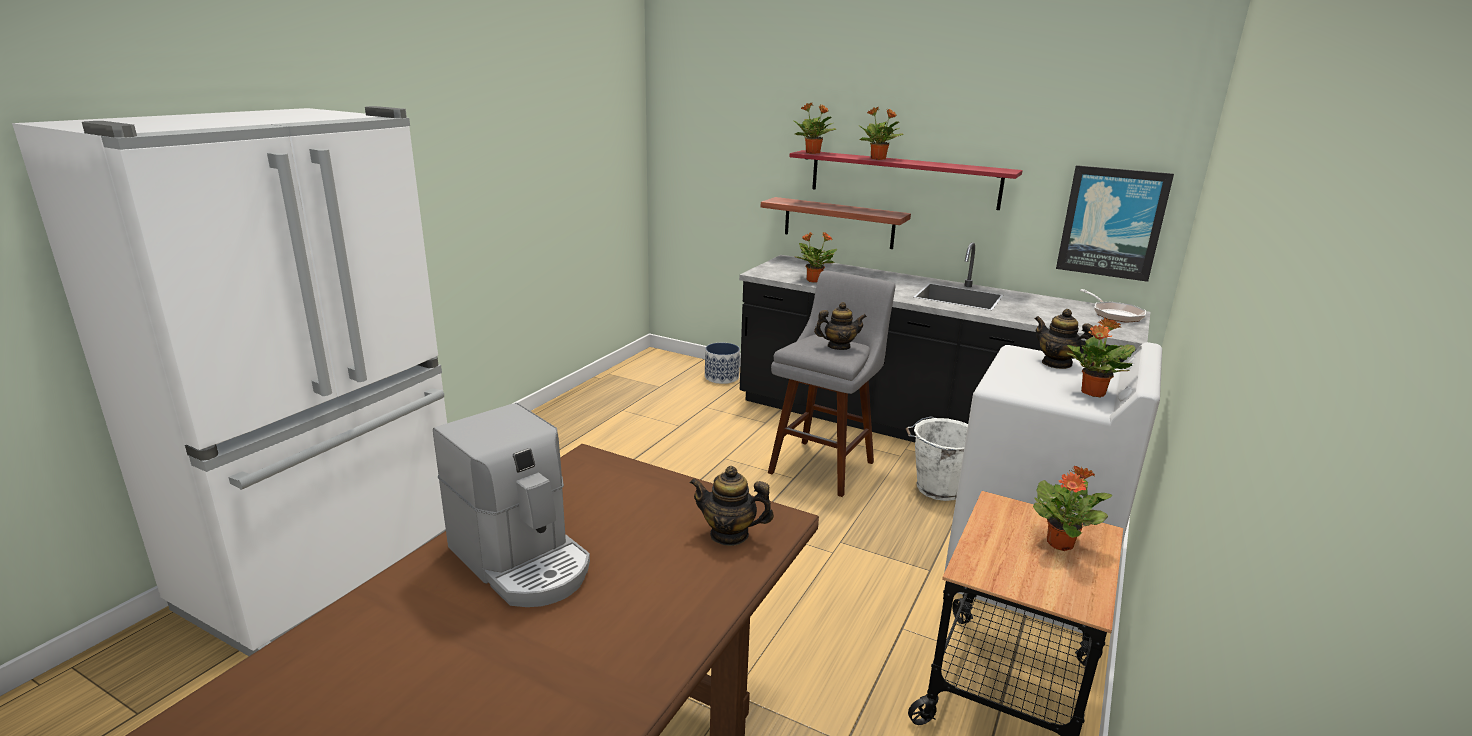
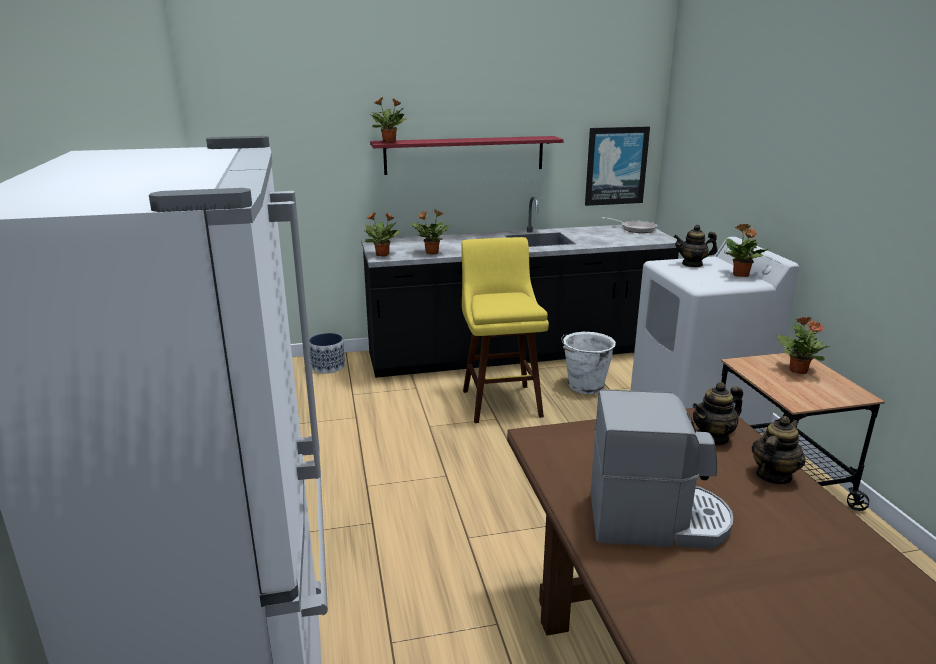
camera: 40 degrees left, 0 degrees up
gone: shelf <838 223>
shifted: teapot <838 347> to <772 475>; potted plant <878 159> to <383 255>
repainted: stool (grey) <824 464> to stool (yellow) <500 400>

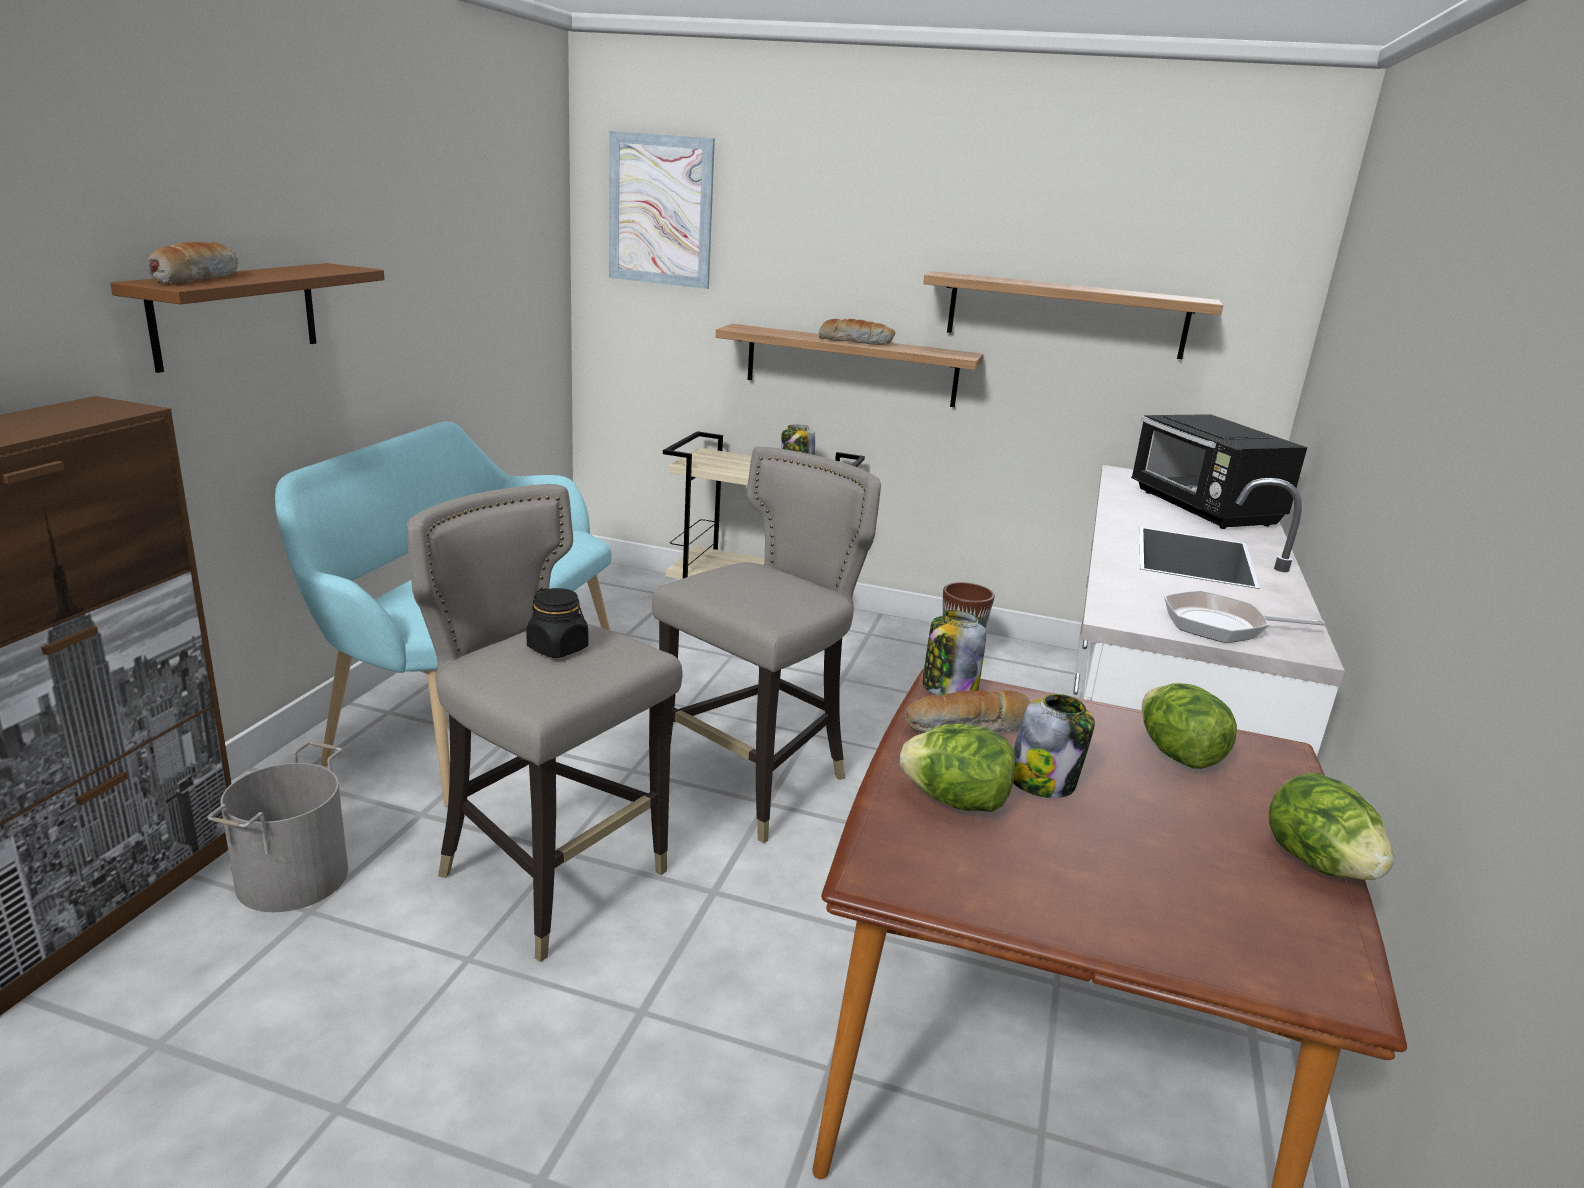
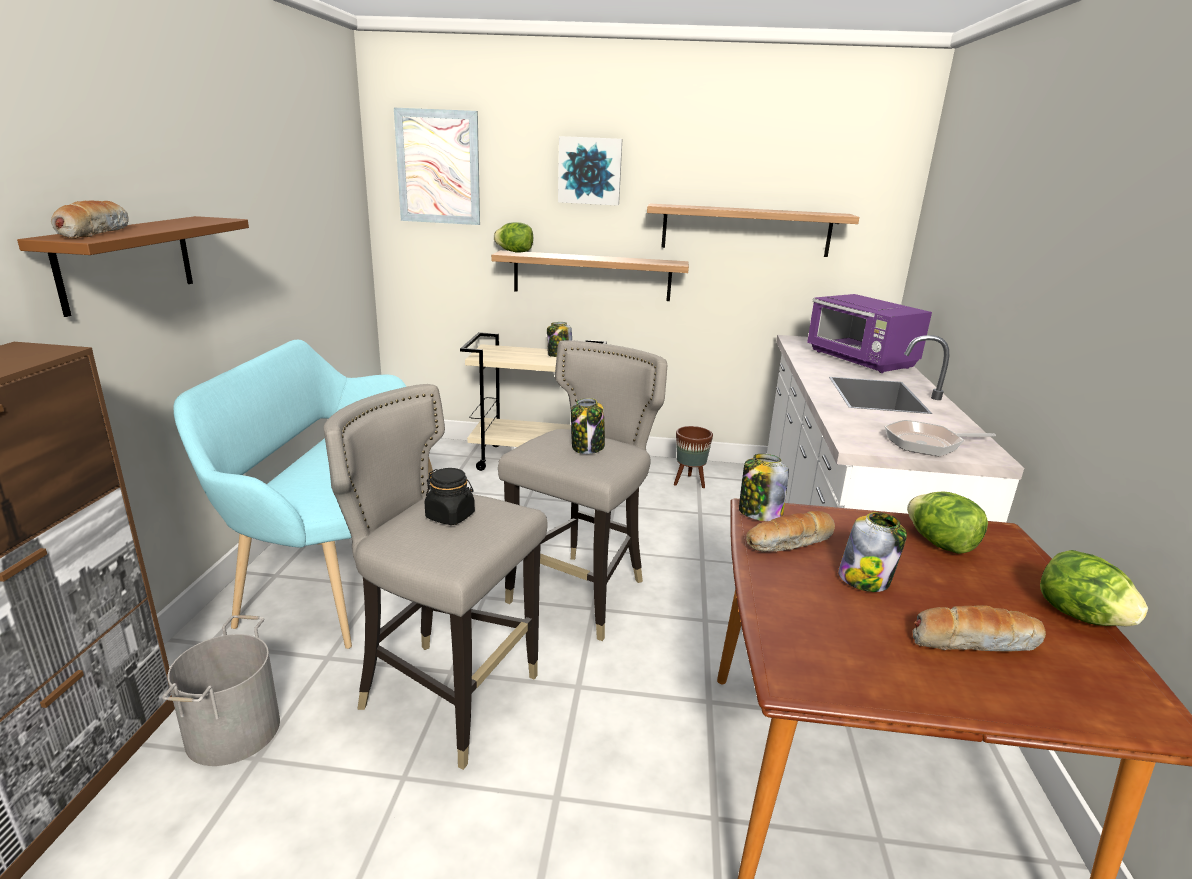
camera: 10 degrees left, 0 degrees up
new: picture <590 171>; jar <587 447>
shifted: bread <856 342> to <973 641>; lettuce <955 802> to <515 252>
repainted: microwave (black) <1203 509> to microwave (purple) <860 360>

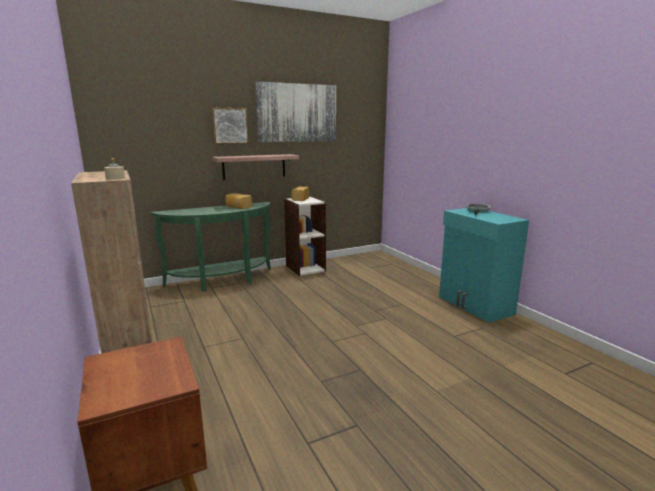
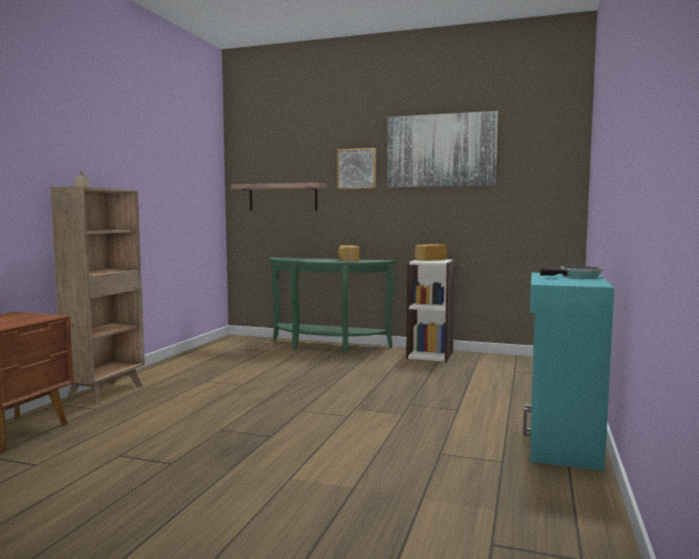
camera: 45 degrees right, 10 degrees down
shifted: shelf <254 166> to <283 197>

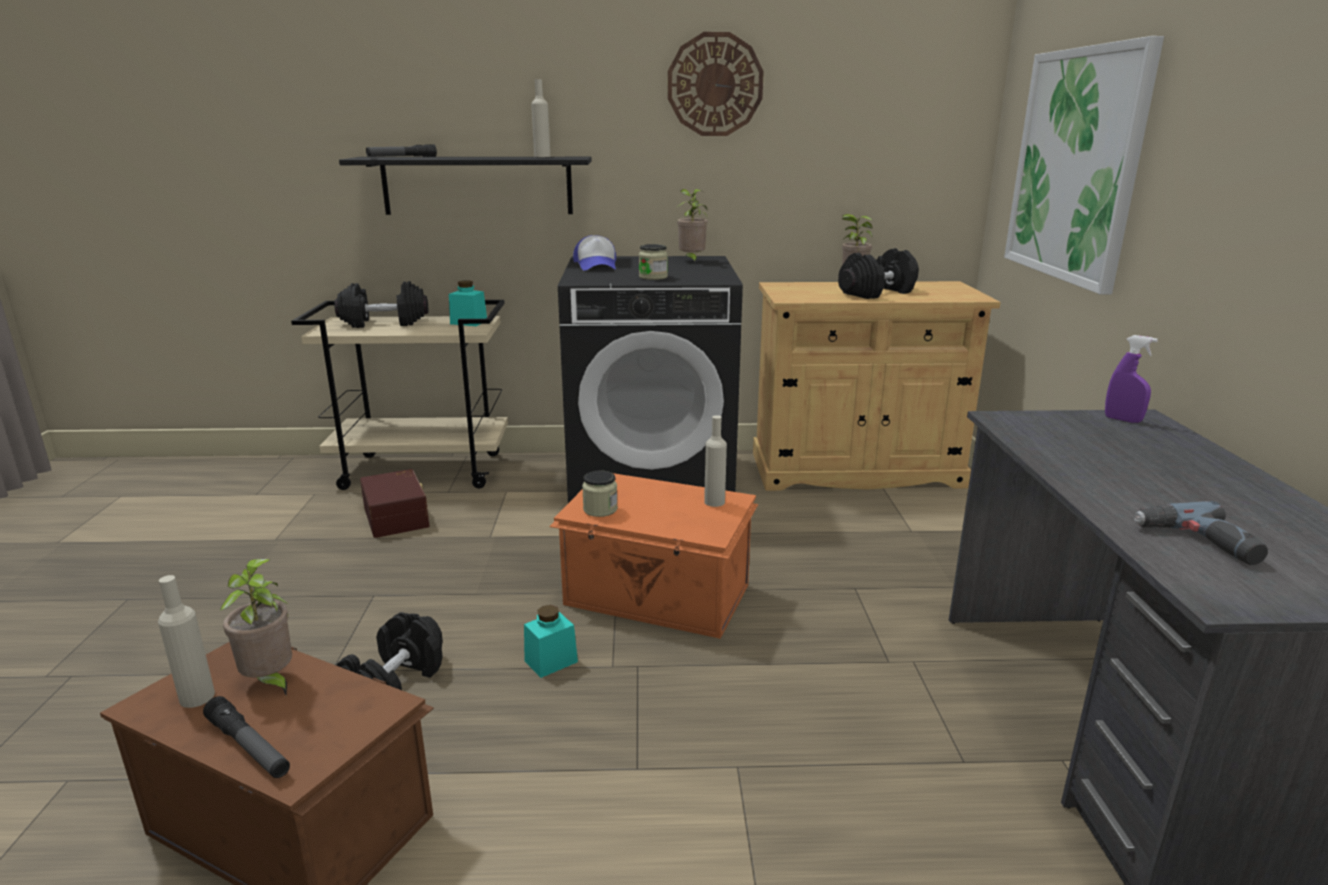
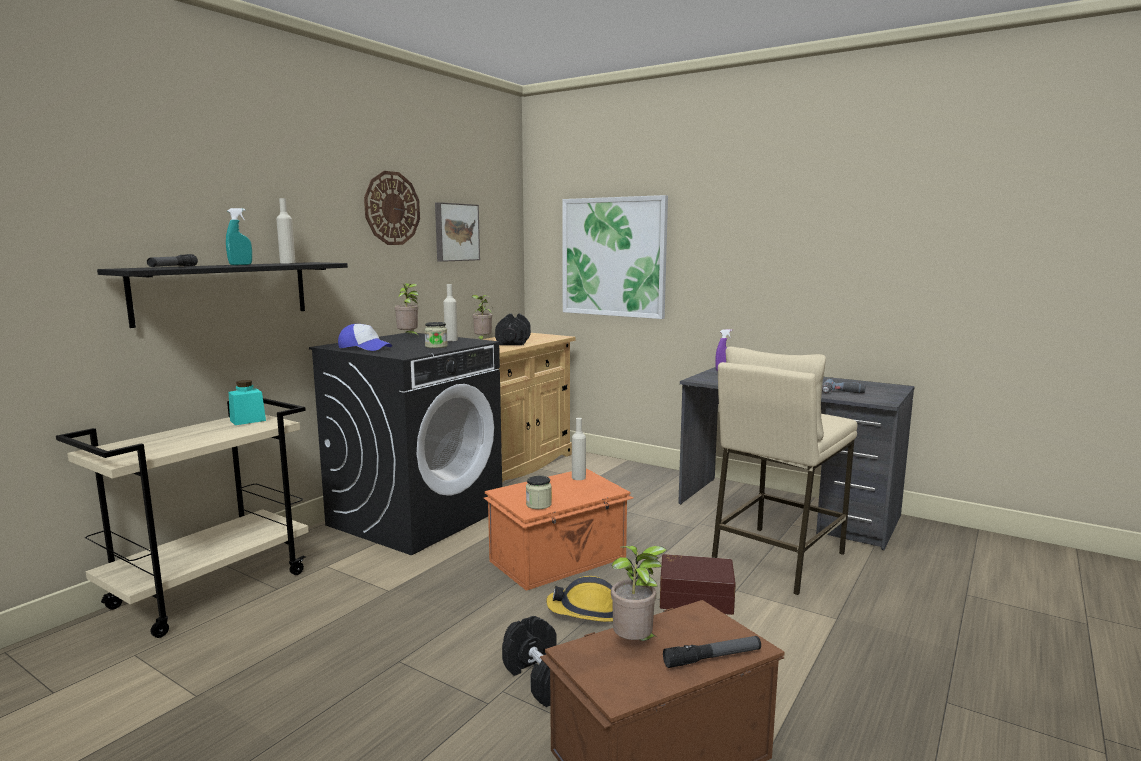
camera: 55 degrees left, 10 degrees down
gone: dumbbell (black) <384 323>
new: spray bottle (turquoise) <240 265>; picture <455 232>; stool (beige) <776 559>
shifted: bottle (beige) <197 697> to <451 340>; storage box (brown) <398 516> to <695 597>
swapped: jar (turquoise) <551 661> to hard hat <585 612>

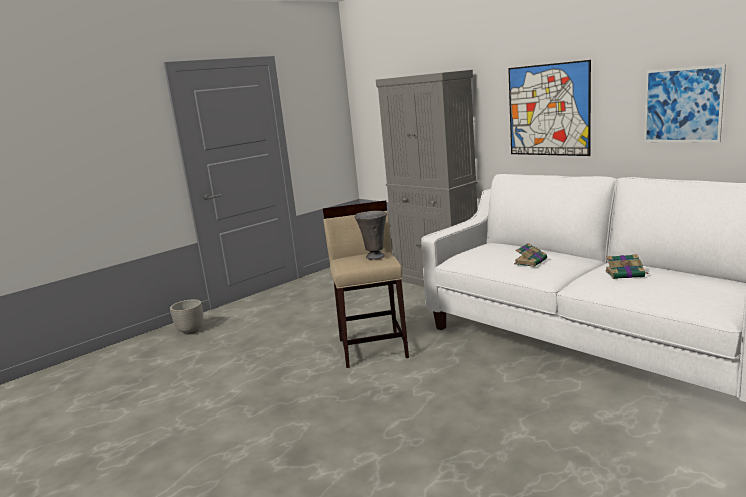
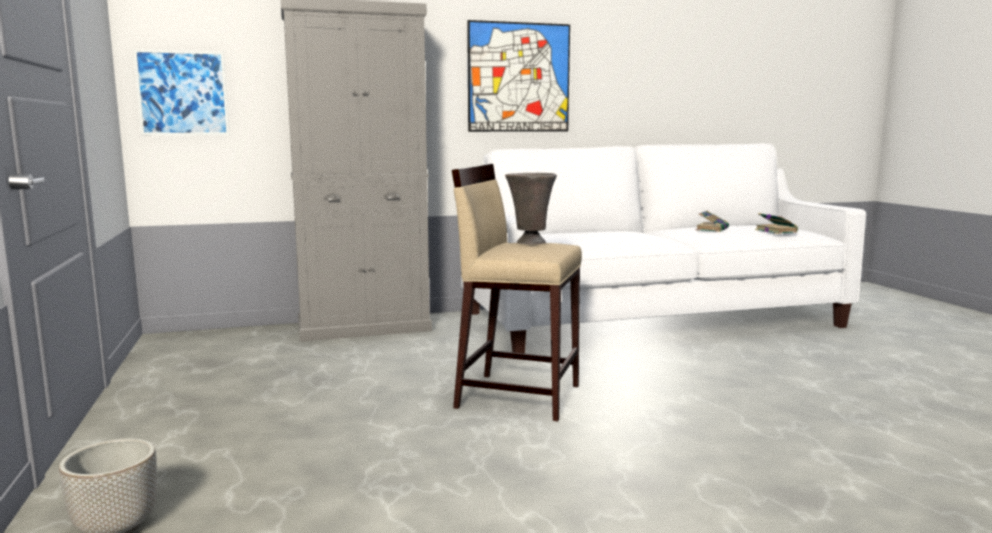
camera: 65 degrees left, 5 degrees down
shifted: book <531 261> to <775 231>; picture <682 105> to <182 93>

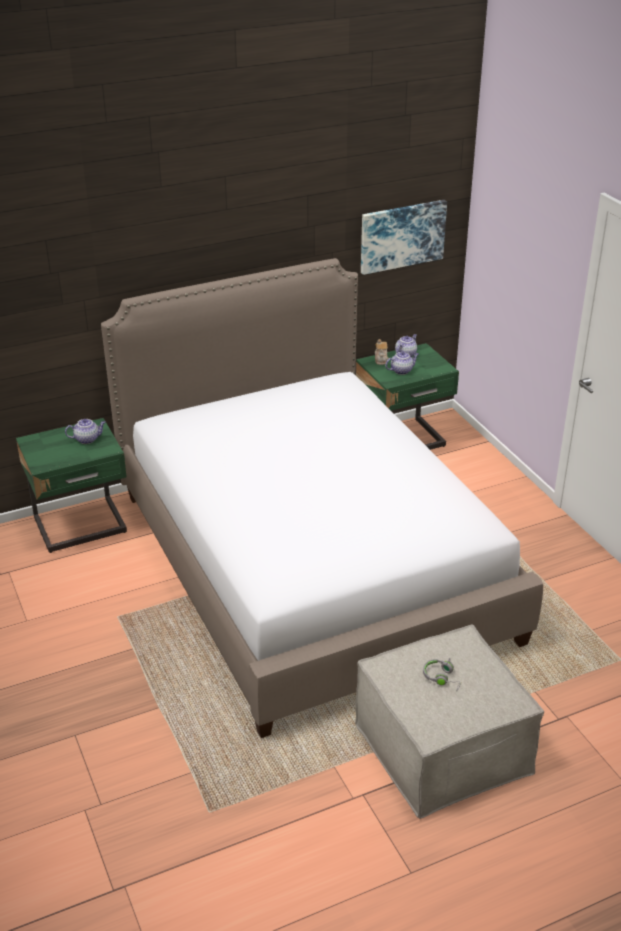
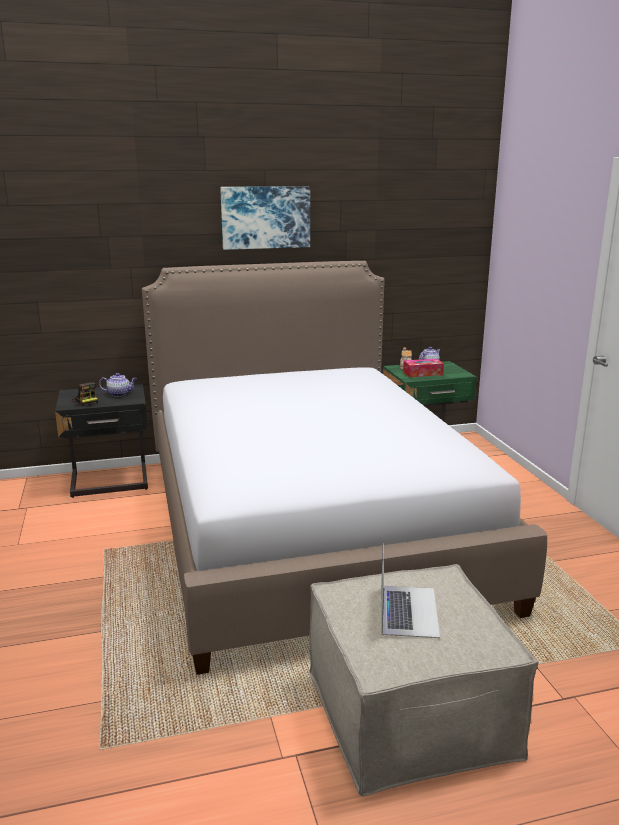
camera: 10 degrees right, 15 degrees down
new: photo camera <85 401>
shifted: picture <402 235> to <265 217>
swapped: teapot <402 370> to tissue box <422 373>; headphones (grey) <442 678> to laptop <408 610>
repainted: nightstand (green) <81 527> to nightstand (black) <110 482>

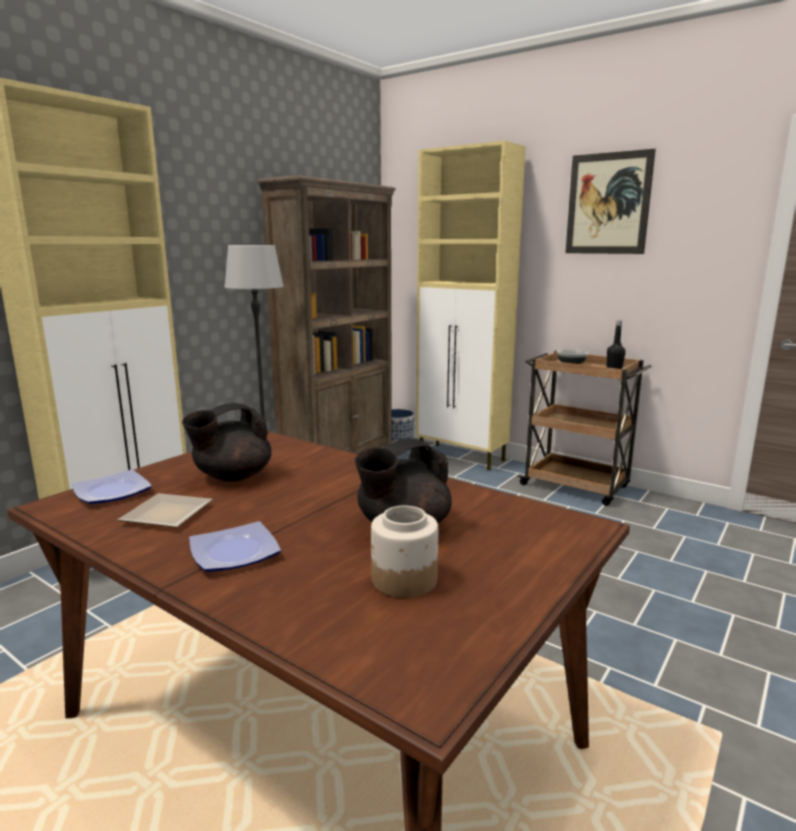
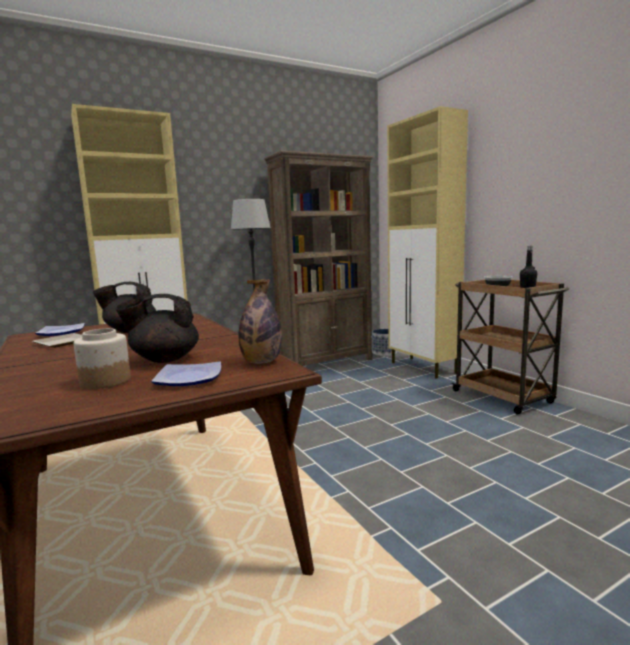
camera: 25 degrees right, 5 degrees down
gone: picture <608 204>
new: bottle <261 362>
shifted: plate <233 552> to <188 378>

